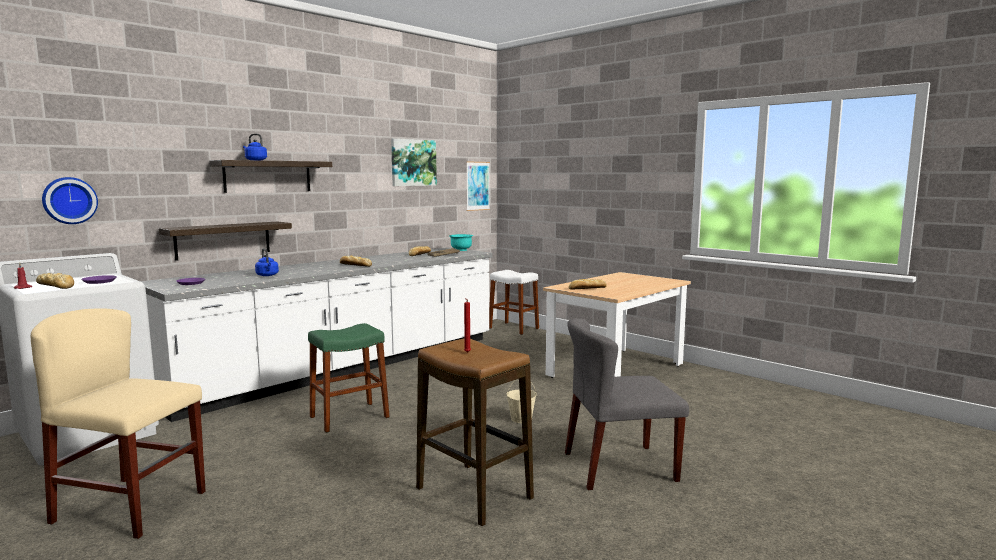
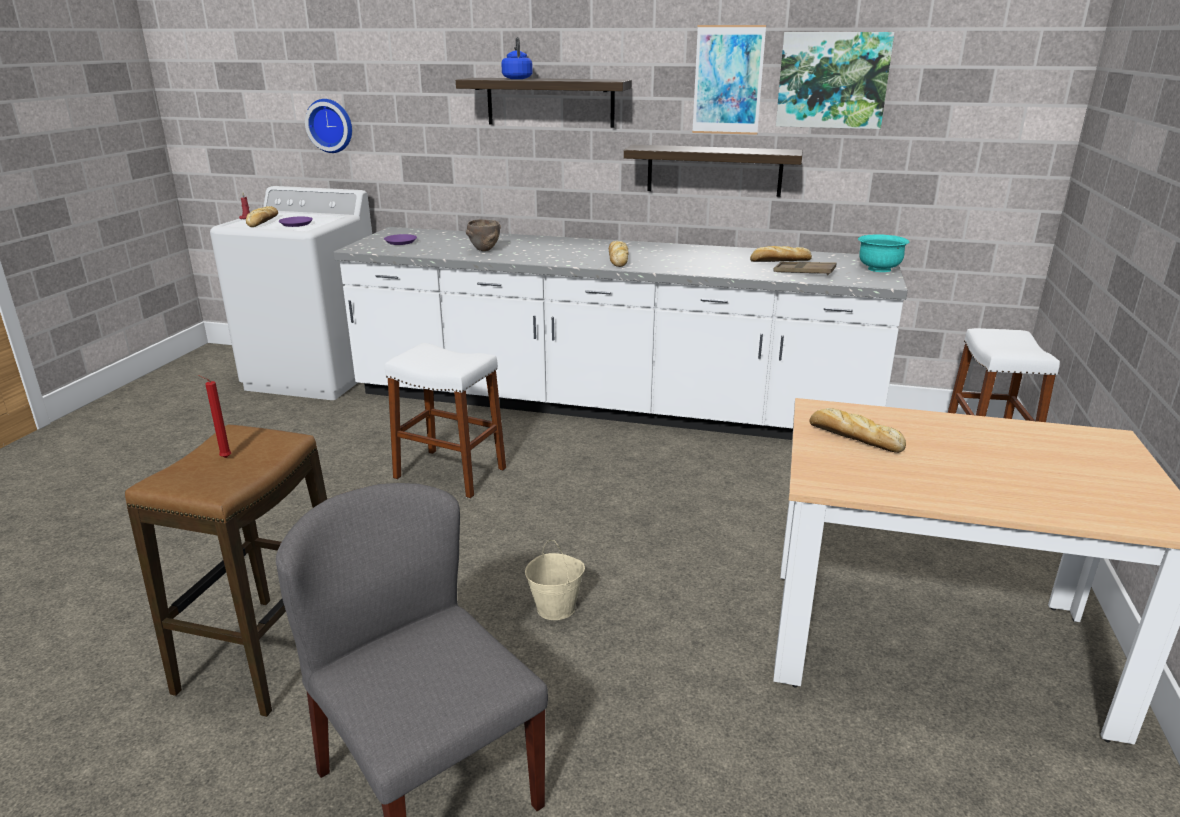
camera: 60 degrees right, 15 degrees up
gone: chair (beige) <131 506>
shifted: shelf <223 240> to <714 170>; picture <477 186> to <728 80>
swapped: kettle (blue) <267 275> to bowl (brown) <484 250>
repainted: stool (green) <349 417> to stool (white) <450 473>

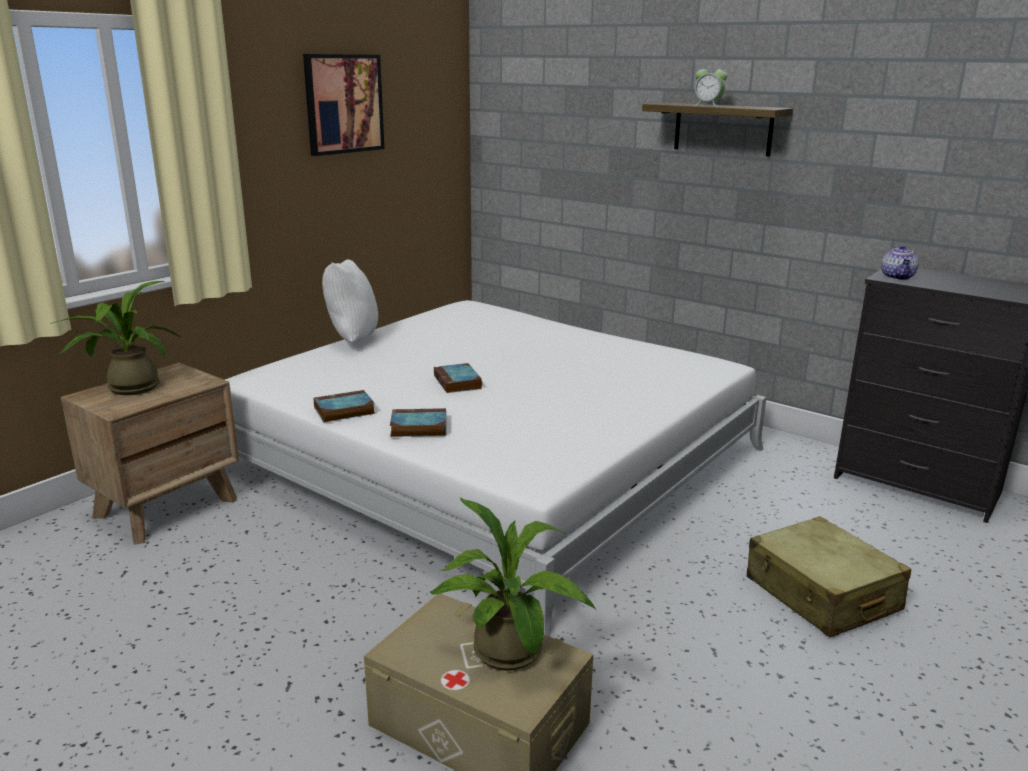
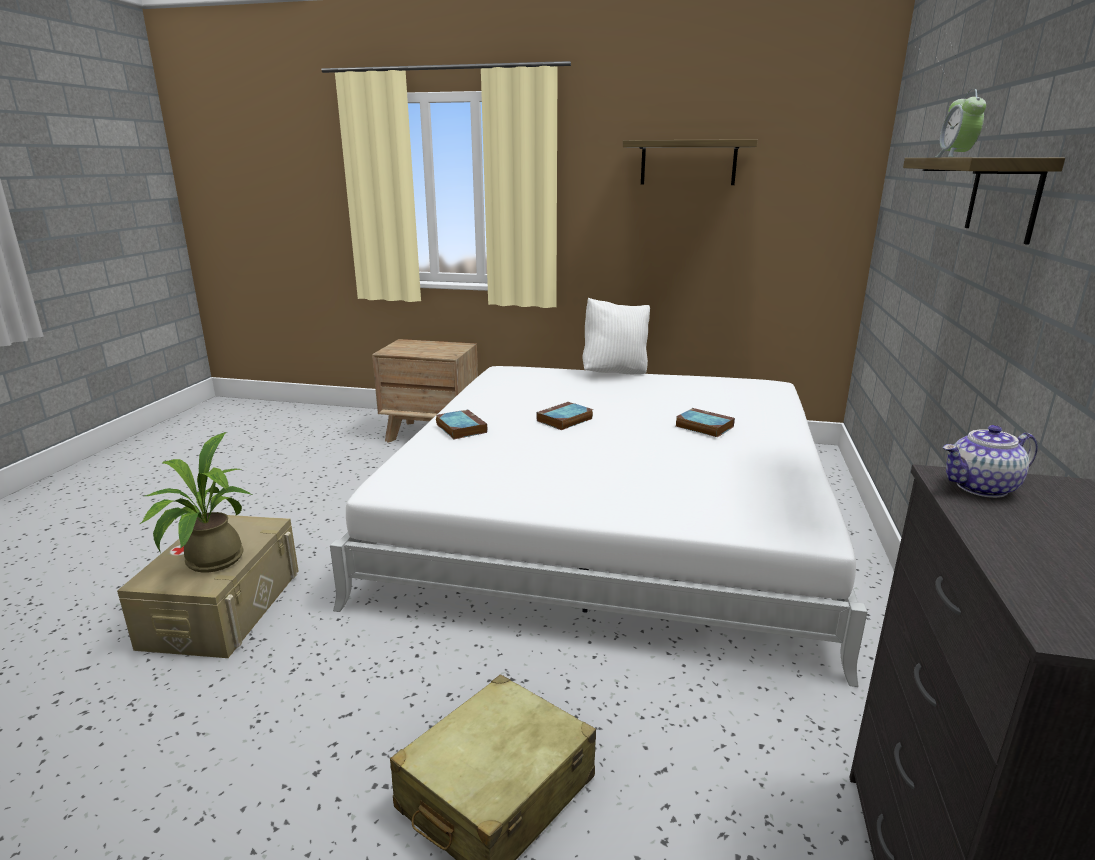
camera: 65 degrees right, 0 degrees up
gone: potted plant <128 387>
shifted: book <343 411> to <702 426>
swapped: picture <343 104> to shelf <688 163>

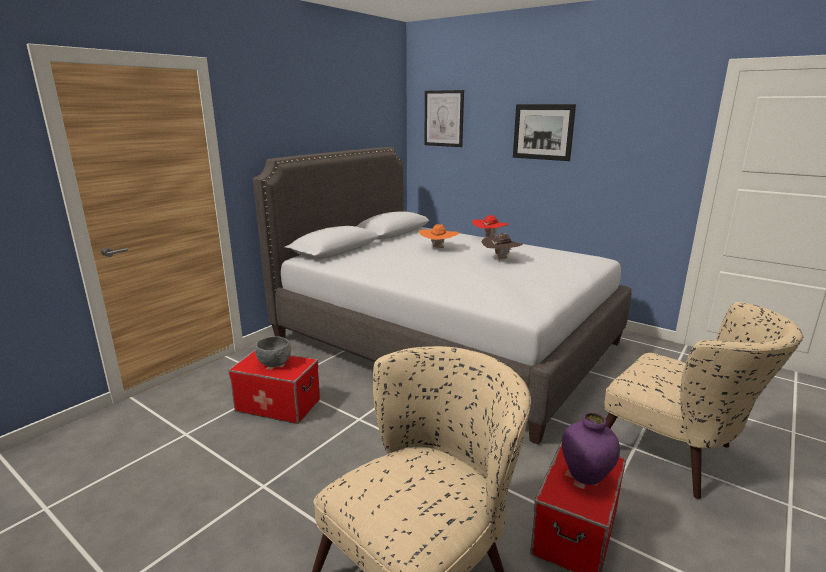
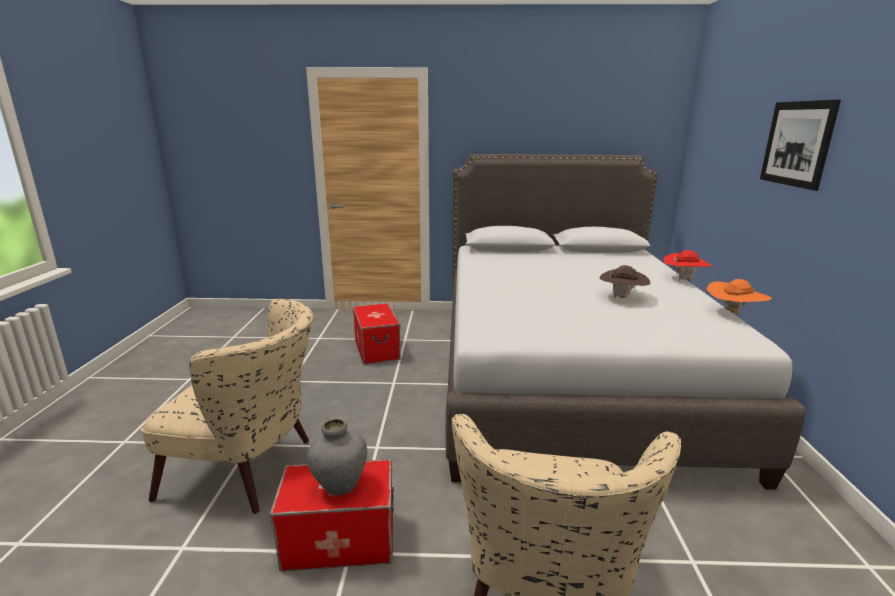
camera: 55 degrees right, 0 degrees up
gone: bowl (grey) <274 364>; picture <444 118>
shifted: hat (orange) <438 248> to <733 314>
repainted: vase (purple) <586 475> to vase (grey) <340 485>

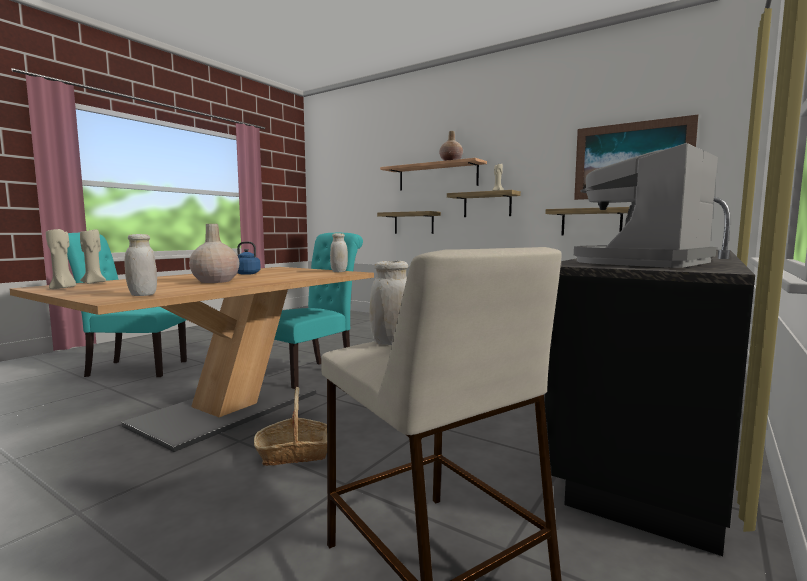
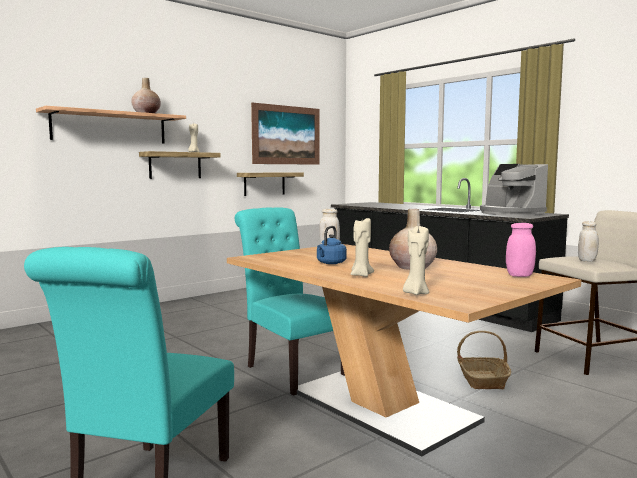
camera: 75 degrees left, 0 degrees up
gone: shelf <413 223>
shifted: candle (beige) <63 288> to <361 275>
repainted: jar (white) <142 295> to jar (pink) <519 275>

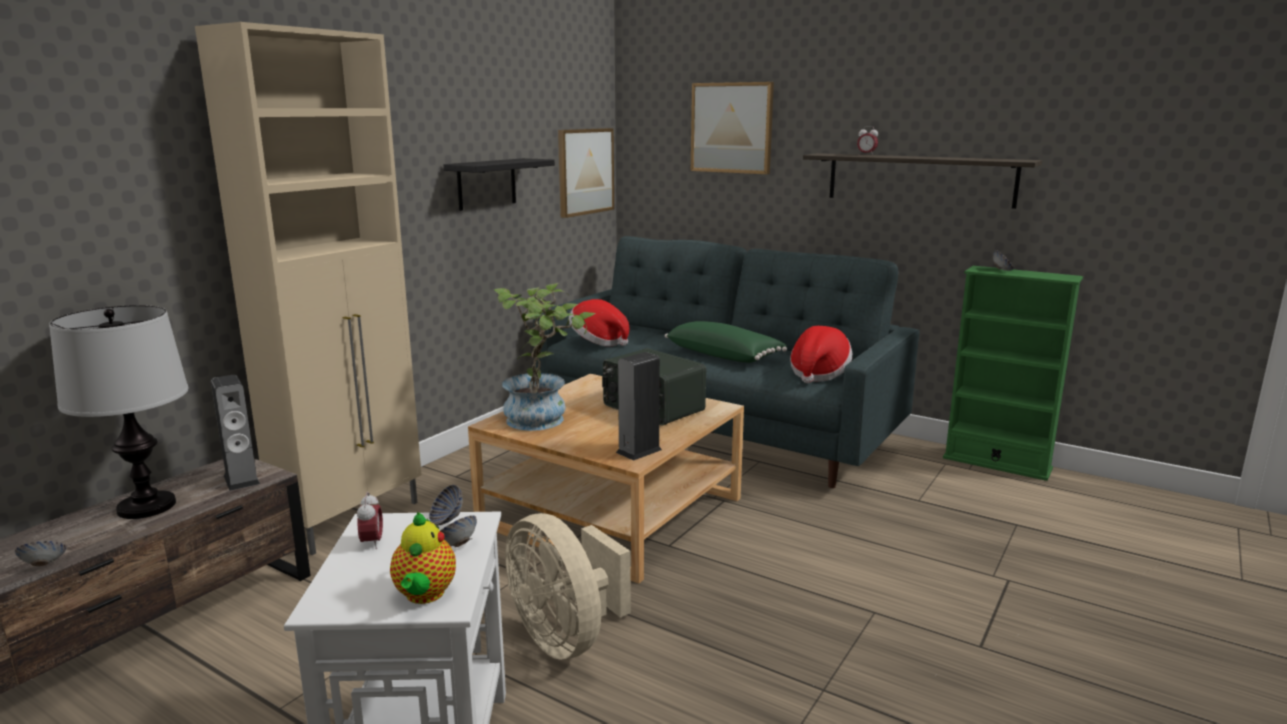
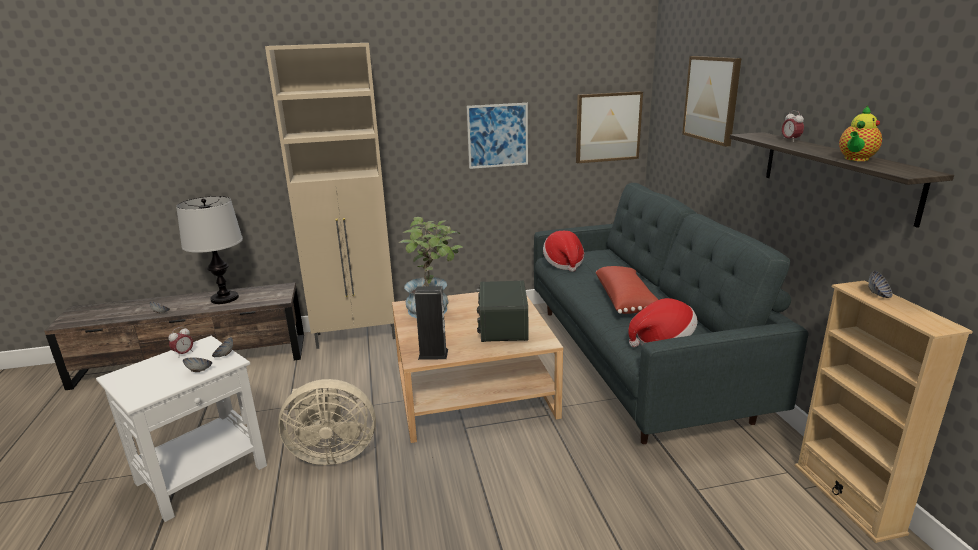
camera: 45 degrees right, 5 degrees up
gone: speaker <241 479>
shifted: teapot <424 595> to <855 159>
swapped: shelf (black) <486 184> to picture <497 135>
repainted: pillow (green) <724 355> to pillow (red) <626 301>; bookcase (green) <996 463> to bookcase (beige) <847 498>
rotated: fan (beige) <566 637> = <331 453> 105 degrees counterclockwise

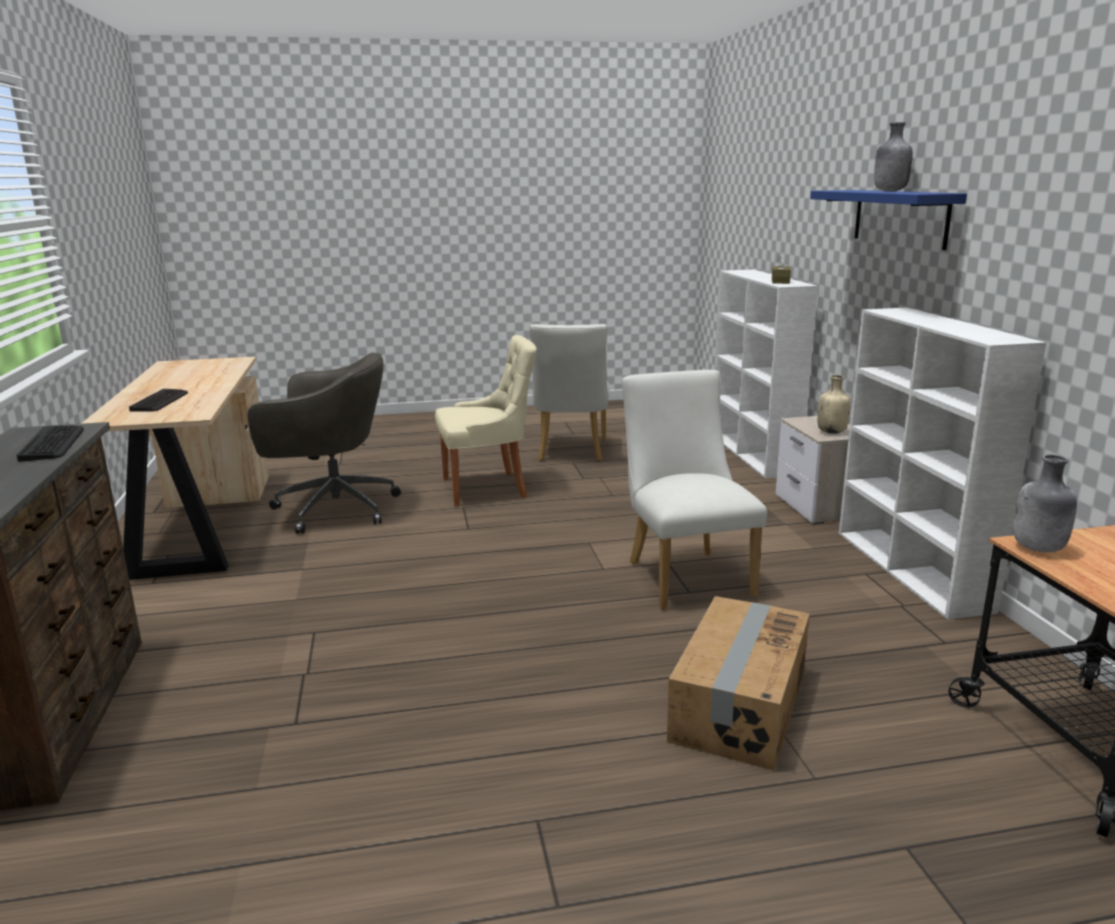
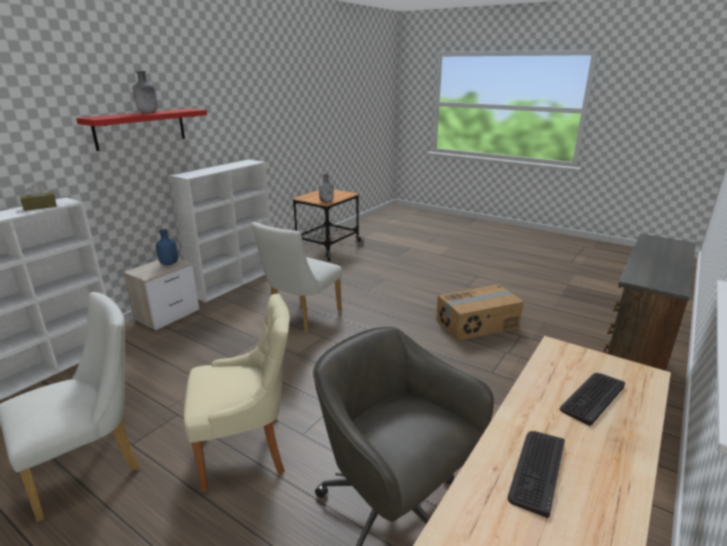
camera: 135 degrees left, 5 degrees up
shifted: keyboard <53 444> to <537 470>; cardboard box <738 705> to <477 324>
repainted: shelf (blue) <900 217> to shelf (red) <140 128>; bottle (beige) <832 432> to bottle (blue) <168 264>
rotated: chair (beige) <488 488> = <247 450> 135 degrees clockwise

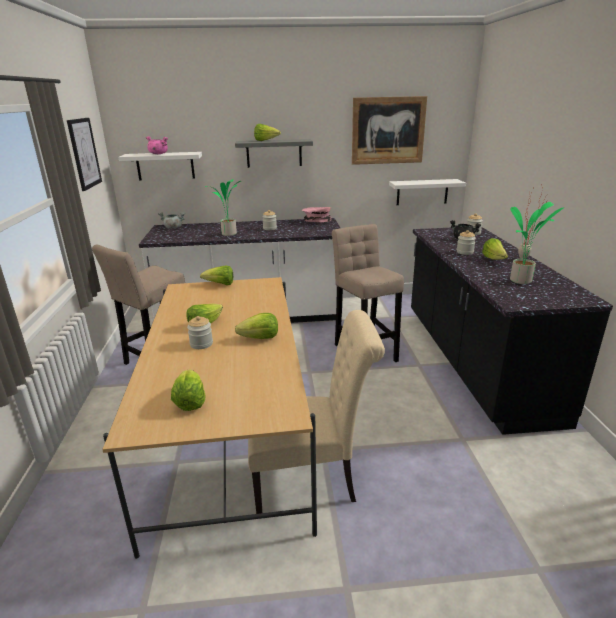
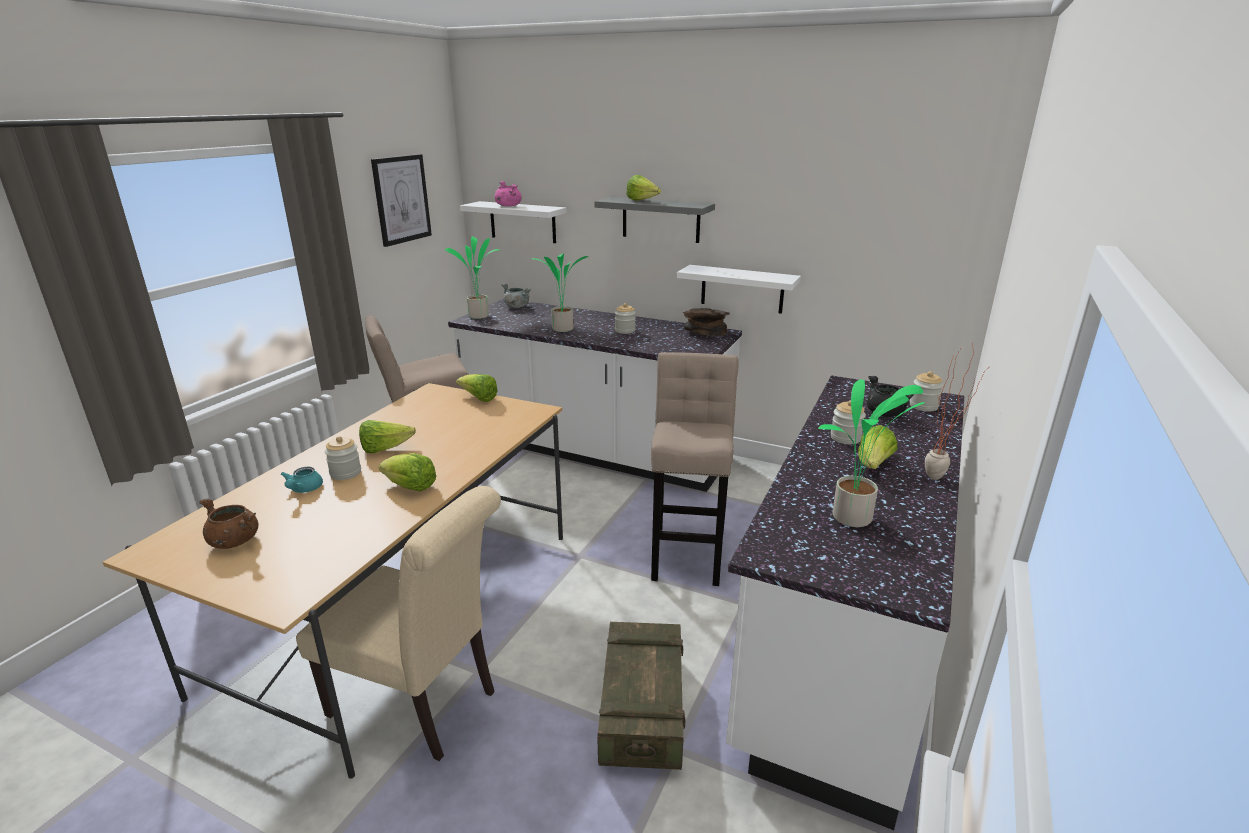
camera: 30 degrees right, 0 degrees up
gone: picture <388 130>
new: teapot (turquoise) <303 489>; potted plant <480 316>; crate <642 709>
shifted: shelf (white) <422 192> to <742 289>
swapped: lettuce <190 402> to cooking pot (brown) <234 541>
repainted: bowl (pink) <316 221> to bowl (brown) <704 332>; counter (black) <474 362> to counter (white) <842 633>

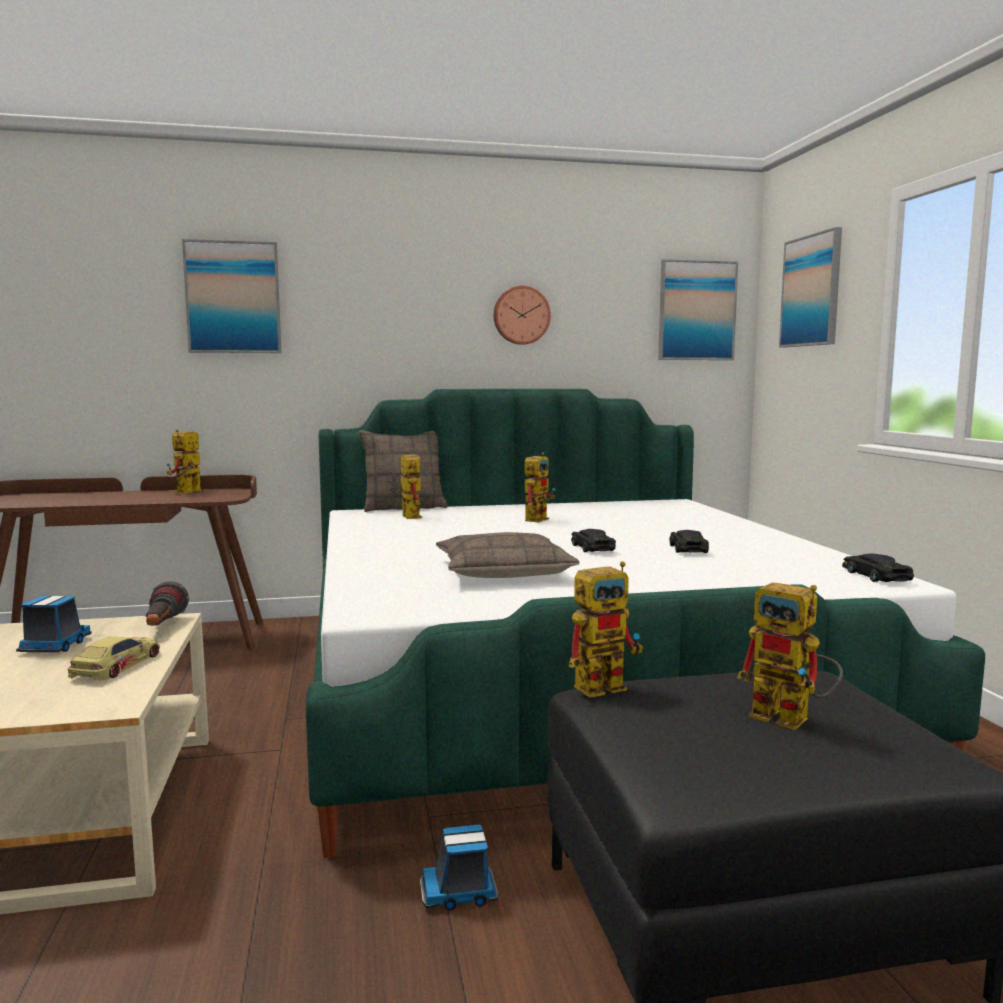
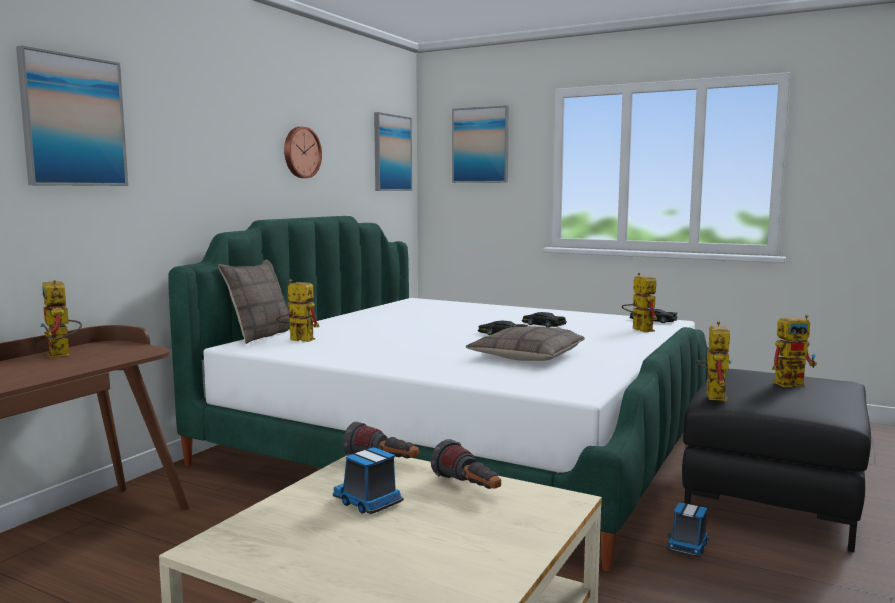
camera: 50 degrees left, 0 degrees up
shifted: toy robot <537 518> to <638 329>
swapped: toy car <117 666> to flashlight <469 488>

